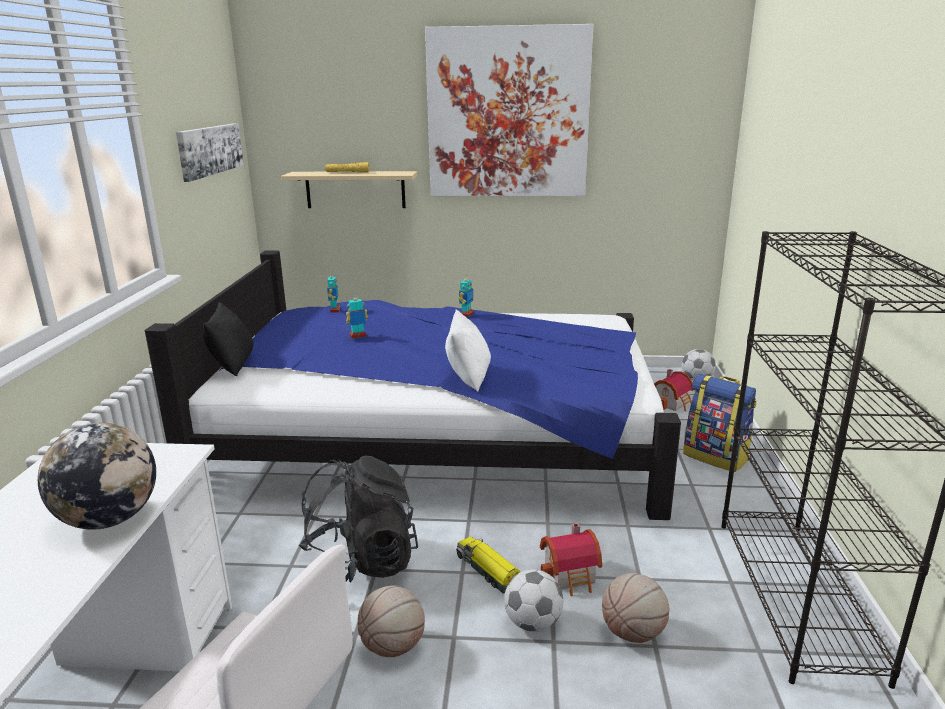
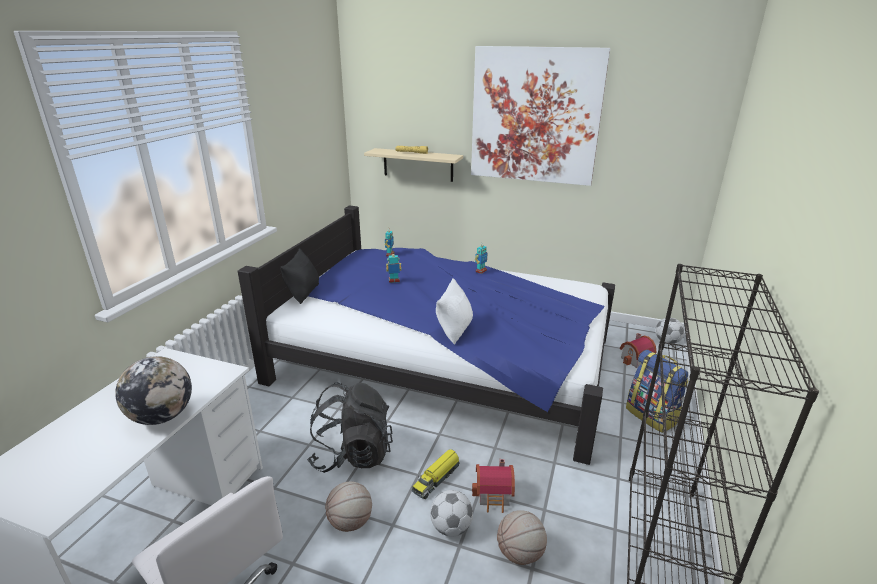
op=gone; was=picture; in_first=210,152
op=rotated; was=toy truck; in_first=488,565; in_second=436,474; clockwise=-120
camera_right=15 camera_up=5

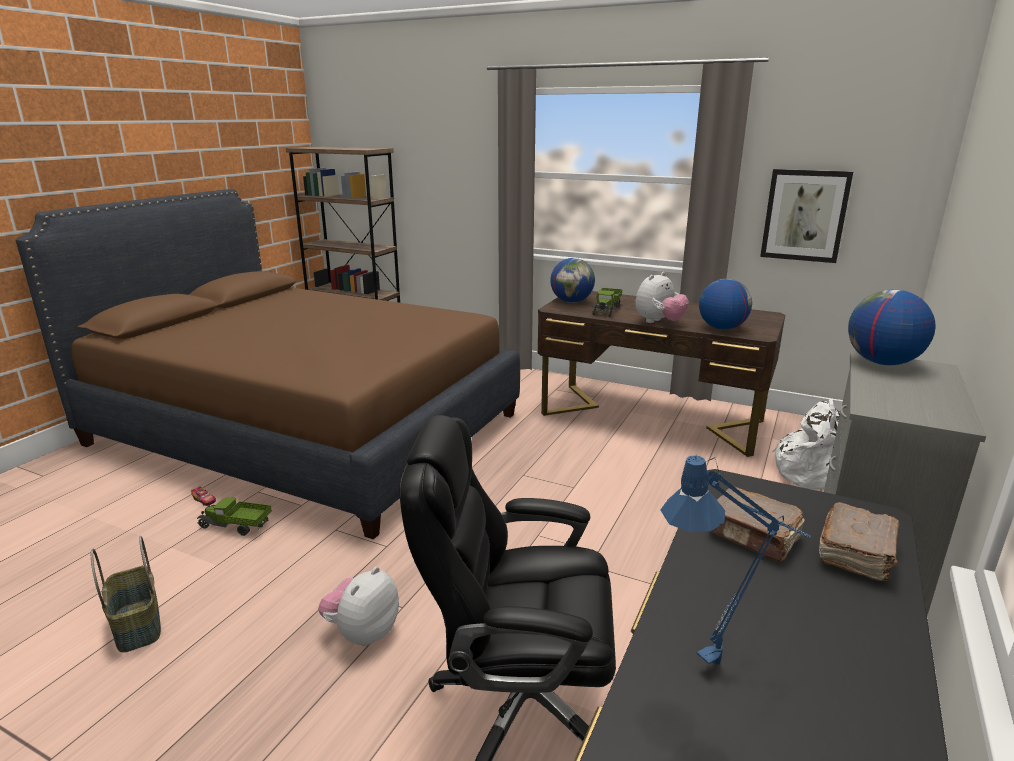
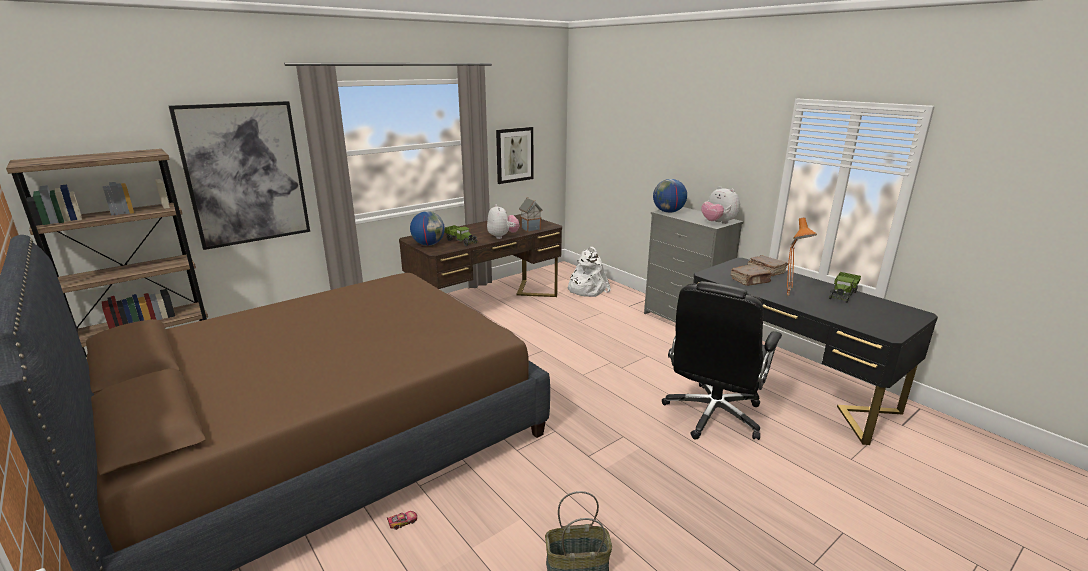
op=gone; was=blue table lamp; in_first=735,562
op=new; now=picture; in_second=239,175
op=new; now=orange table lamp; in_second=802,257
op=shifted; was=toy truck; in_first=234,516; in_second=845,287
op=shifted; was=plush toy; in_first=358,606; in_second=720,205
op=swapped; was=globe; now=toy house; in_first=725,304; in_second=531,214
camera_right=-65 camera_up=0

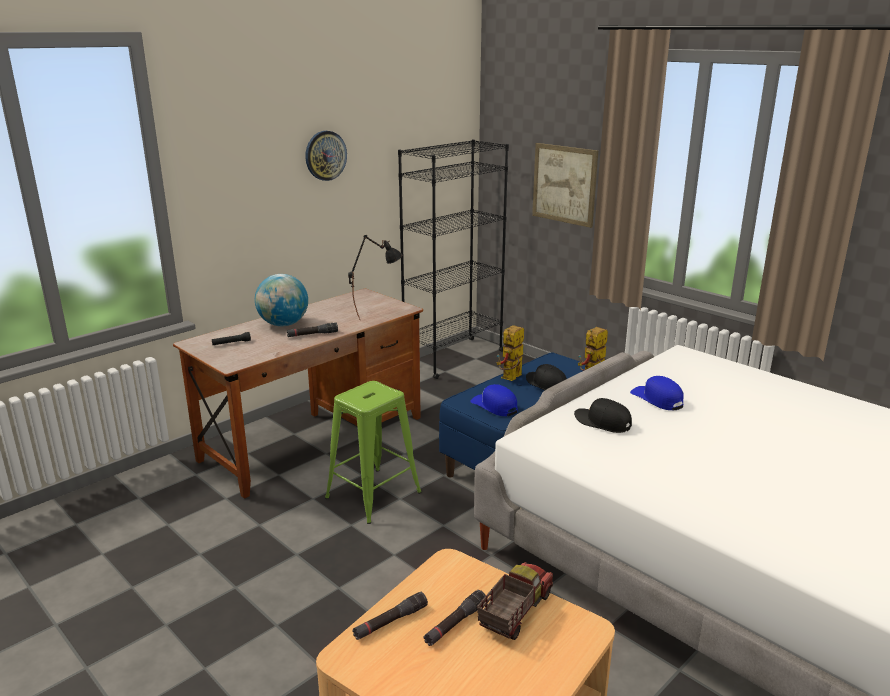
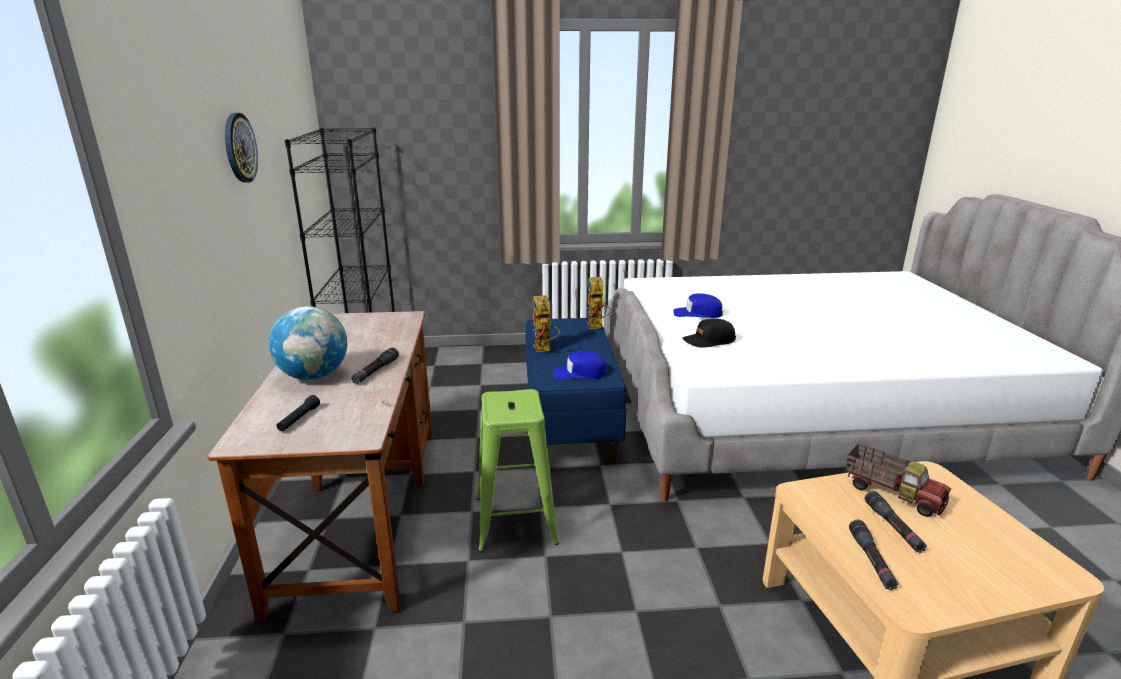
op=gone; was=black table lamp; in_first=375,277
op=gone; was=black cap; in_first=546,377
op=gone; was=picture; in_first=565,185
op=rotated; was=toy truck; in_first=515,601; in_second=899,480; clockwise=150
camera_right=-50 camera_up=0

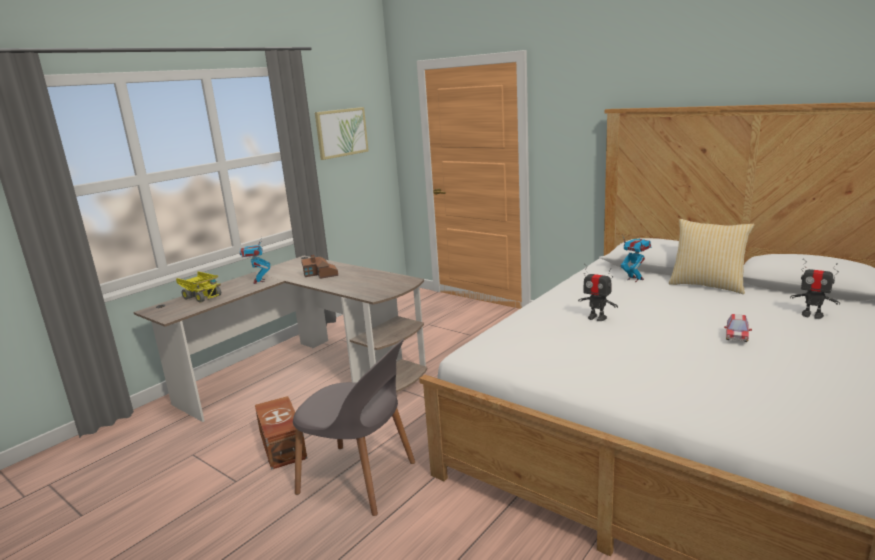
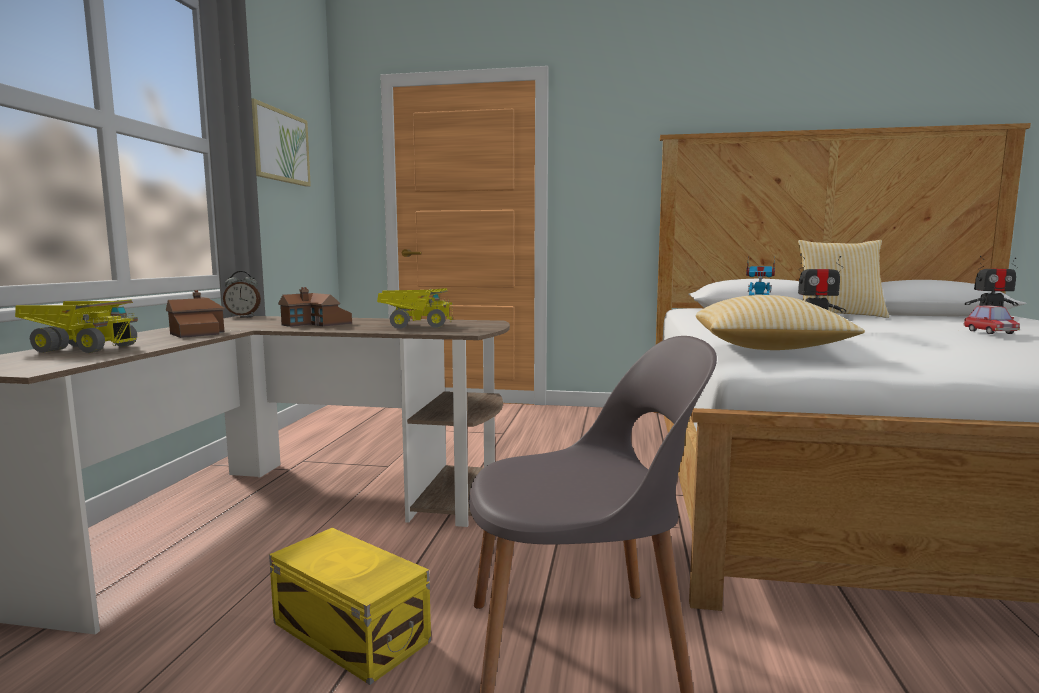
op=new; now=alarm clock; in_second=242,293
op=new; now=toy truck; in_second=415,308
op=new; now=pillow; in_second=780,322
op=swapped; was=toy robot; now=toy house; in_first=255,260; in_second=195,314
op=repainted; was=brown storage box; now=yellow storage box; in_first=281,433; in_second=350,606
camera_right=-30 camera_up=-10

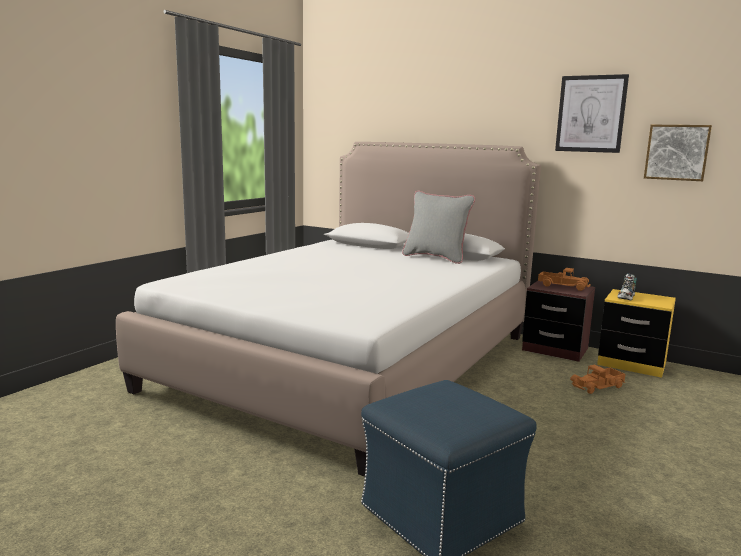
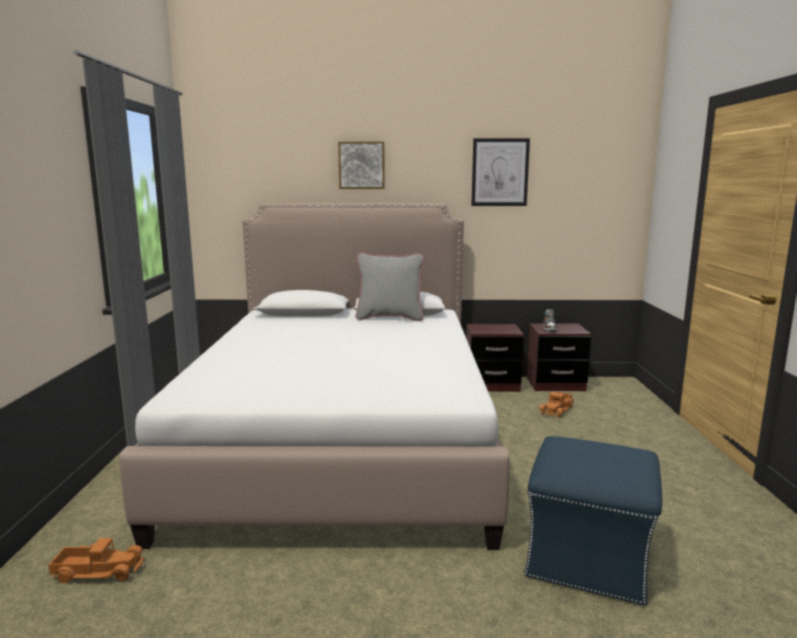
op=shifted; was=toy truck; in_first=564,279; in_second=96,560
op=shifted; was=picture; in_first=678,153; in_second=361,165
op=repainted; was=yellow nightstand; now=brown nightstand; in_first=636,333; in_second=559,357
camera_right=-30 camera_up=0

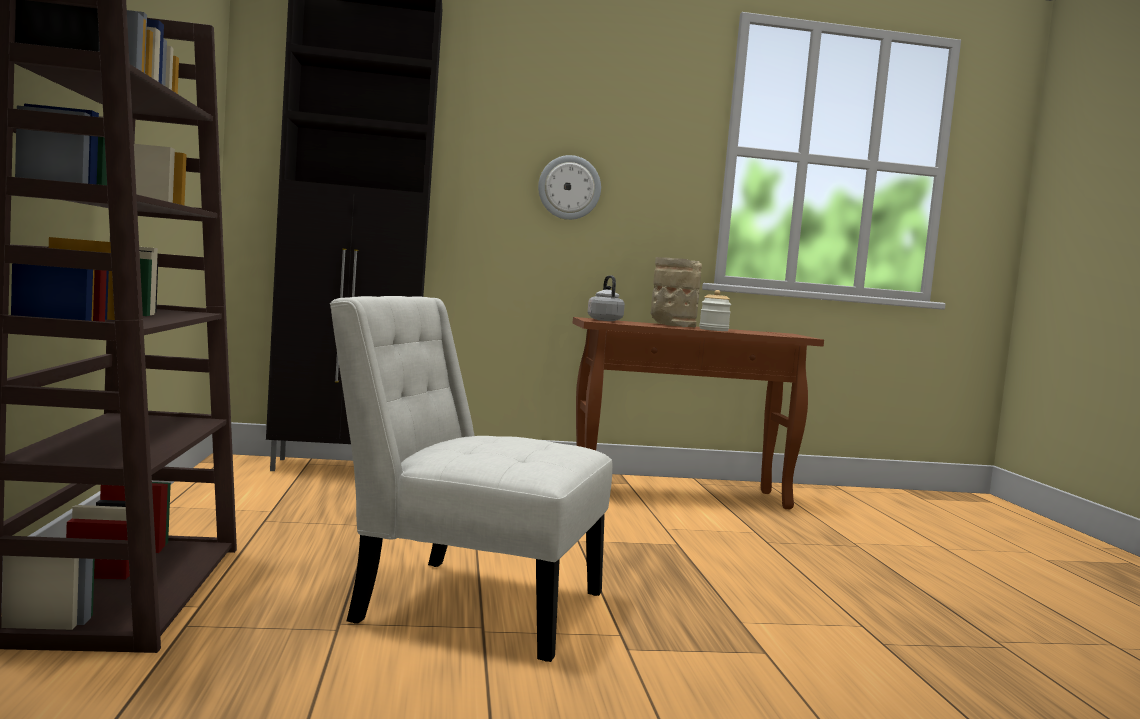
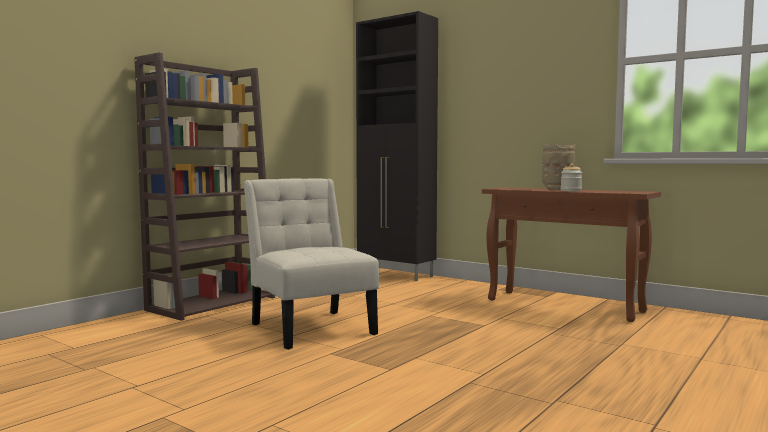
op=gone; was=wall clock; in_first=569,187
op=gone; was=grey kettle; in_first=606,298
camera_right=45 camera_up=0

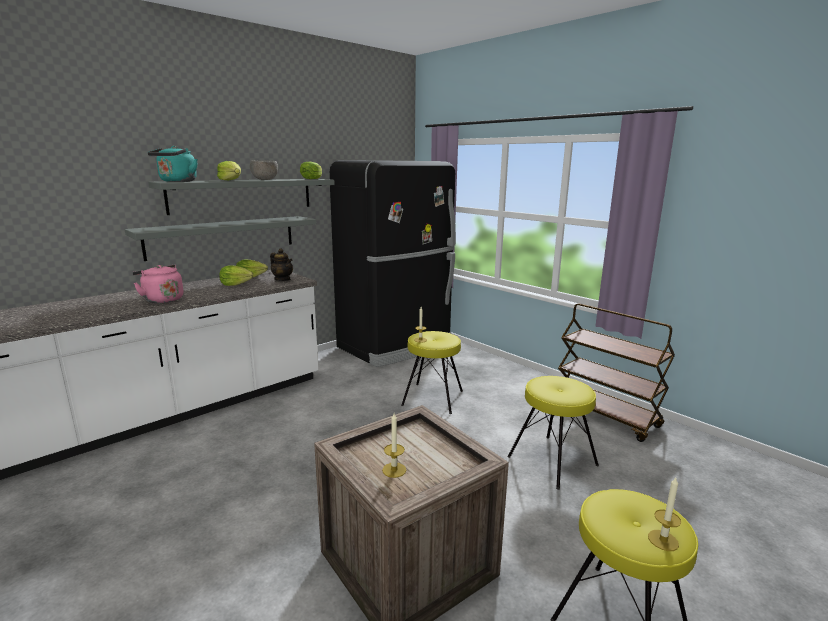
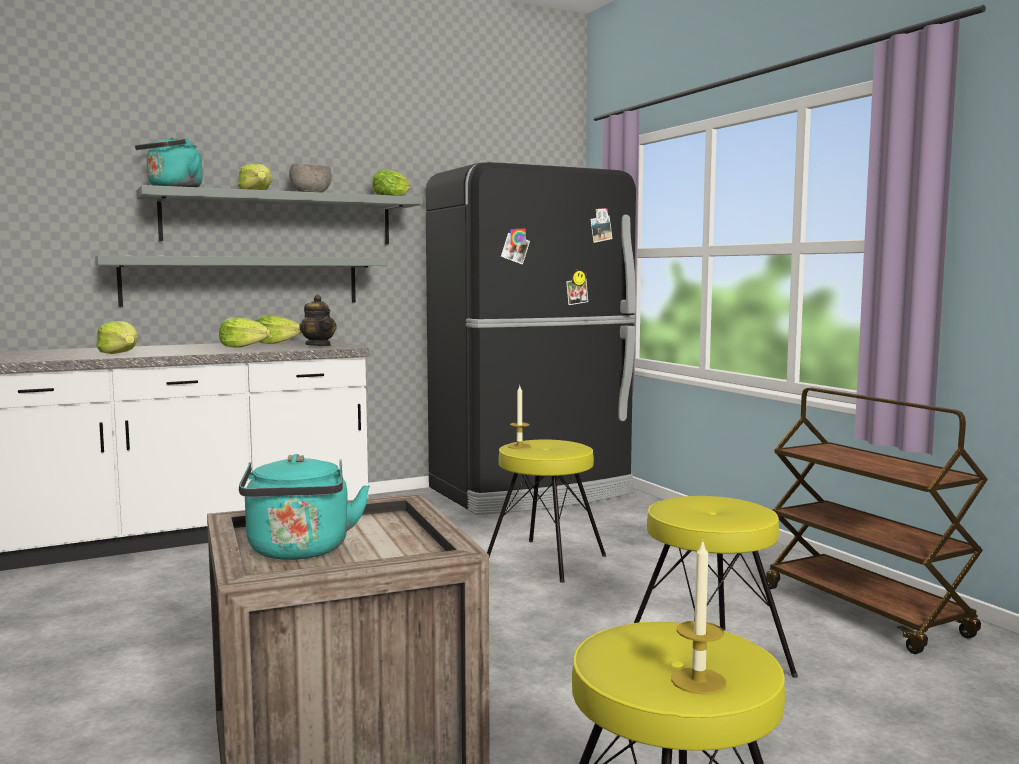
op=swapped; was=pink kettle; now=lettuce; in_first=157,283; in_second=117,337
op=swapped; was=candle; now=turquoise kettle; in_first=394,445; in_second=304,507
camera_right=15 camera_up=-10

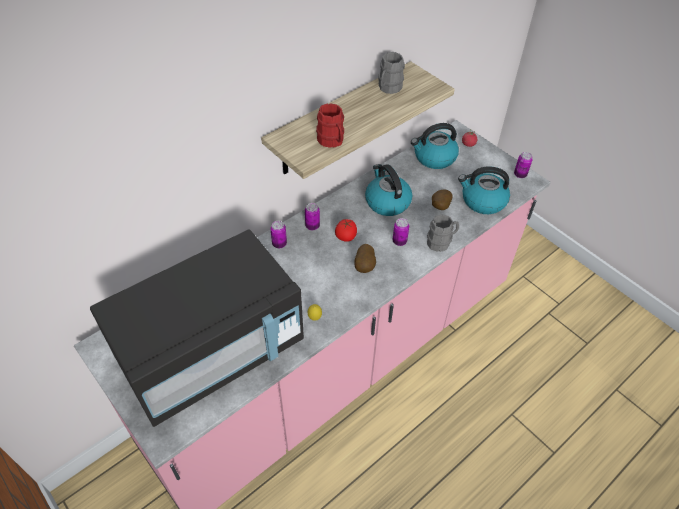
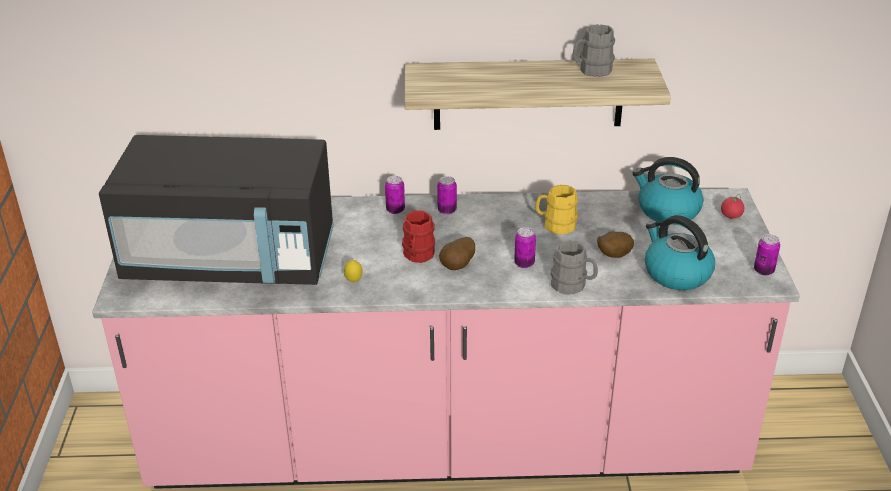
op=gone; was=tomato; in_first=346,230
op=shifted; was=red mug; in_first=330,125; in_second=418,236
op=swapped; was=kettle; now=yellow mug; in_first=388,190; in_second=556,210
camera_right=40 camera_up=-15

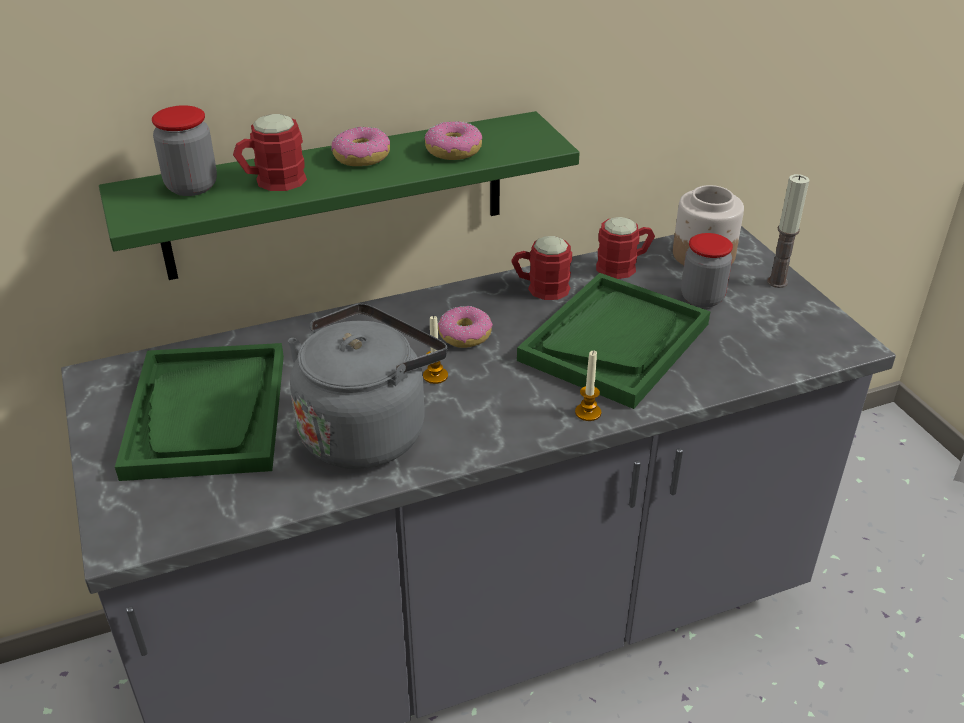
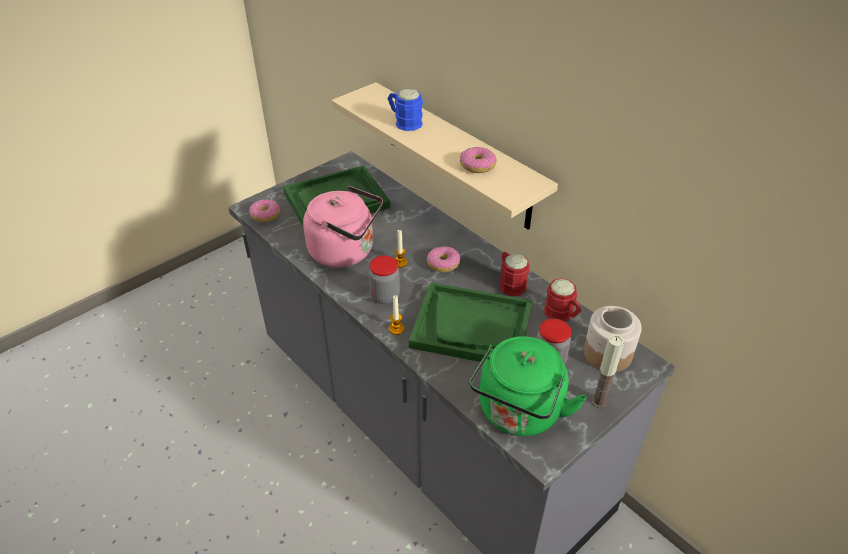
op=new; now=green kettle; in_second=528,386
op=shifted; was=jar; in_first=184,150; in_second=384,280
op=shifted; was=donut; in_first=360,146; in_second=264,210
op=repainted; was=green shelf; now=beige shelf; in_first=339,195; in_second=444,156
op=repainted; was=red mug; now=blue mug; in_first=270,152; in_second=405,110
op=repainted; was=grey kettle; now=pink kettle; in_first=367,386; in_second=343,227
camera_right=70 camera_up=5

